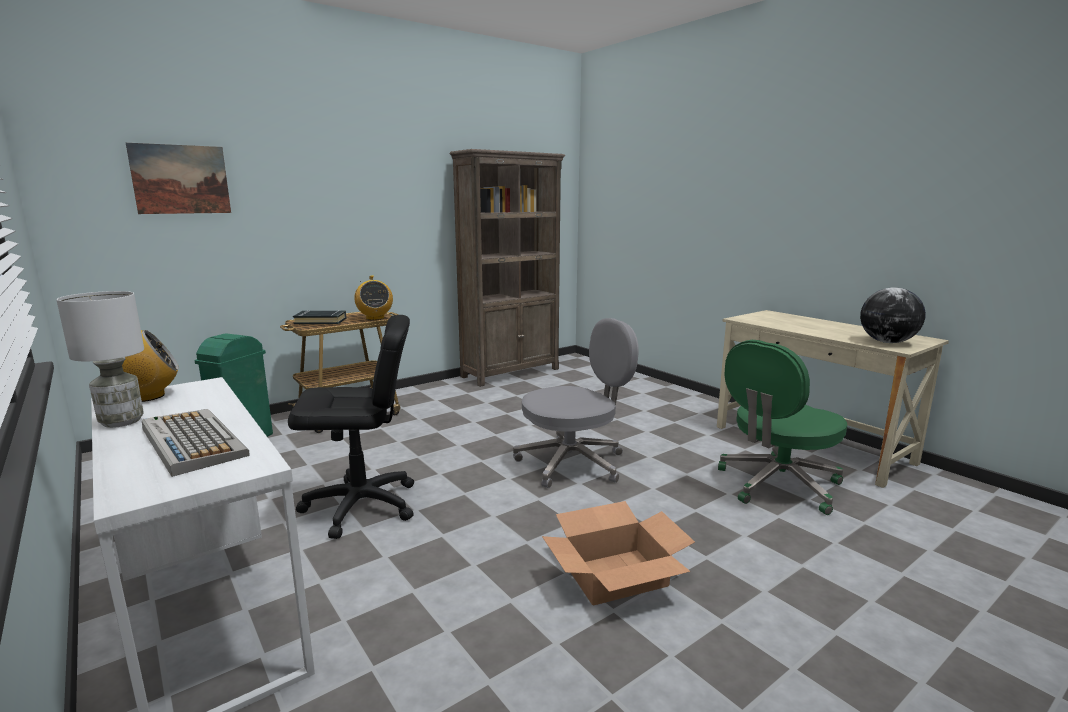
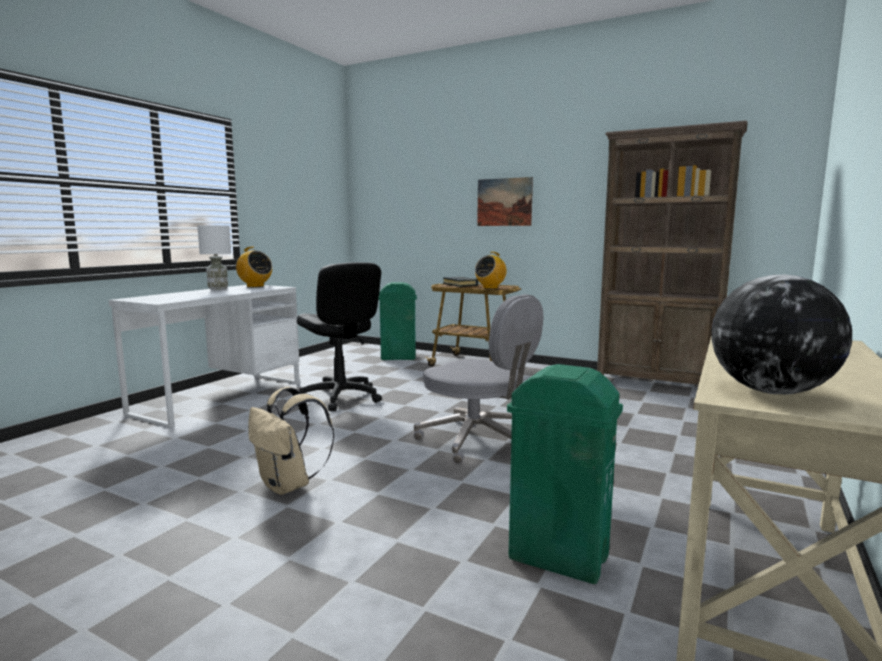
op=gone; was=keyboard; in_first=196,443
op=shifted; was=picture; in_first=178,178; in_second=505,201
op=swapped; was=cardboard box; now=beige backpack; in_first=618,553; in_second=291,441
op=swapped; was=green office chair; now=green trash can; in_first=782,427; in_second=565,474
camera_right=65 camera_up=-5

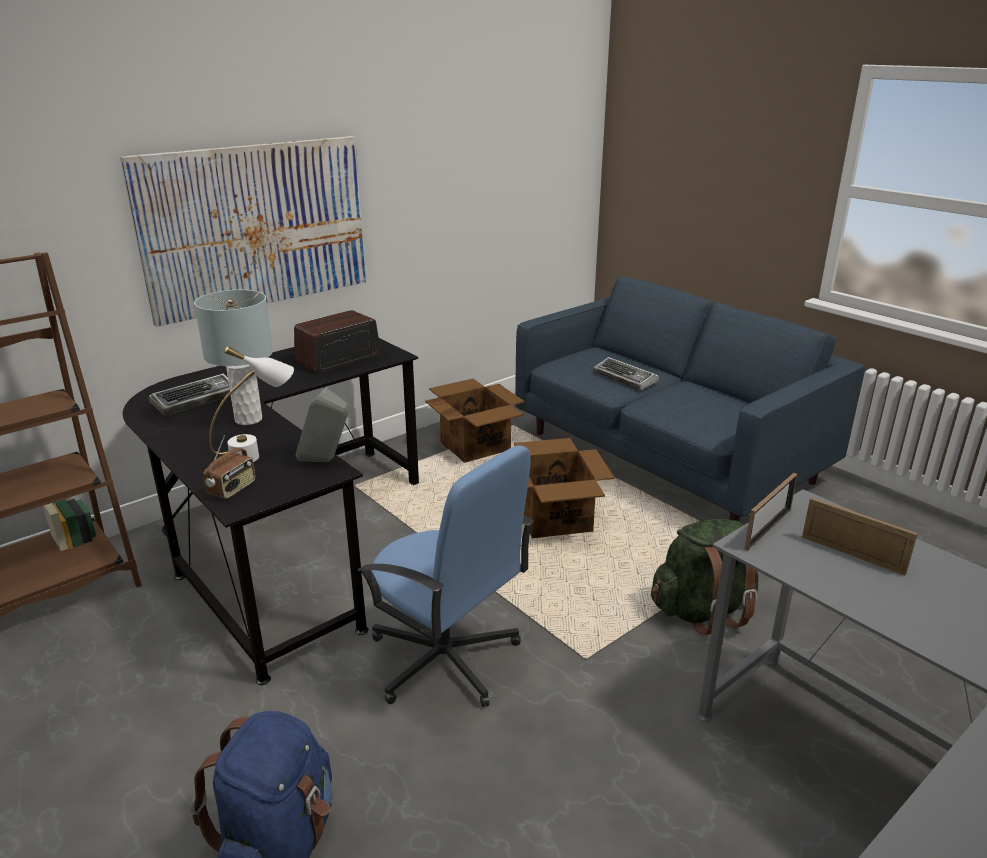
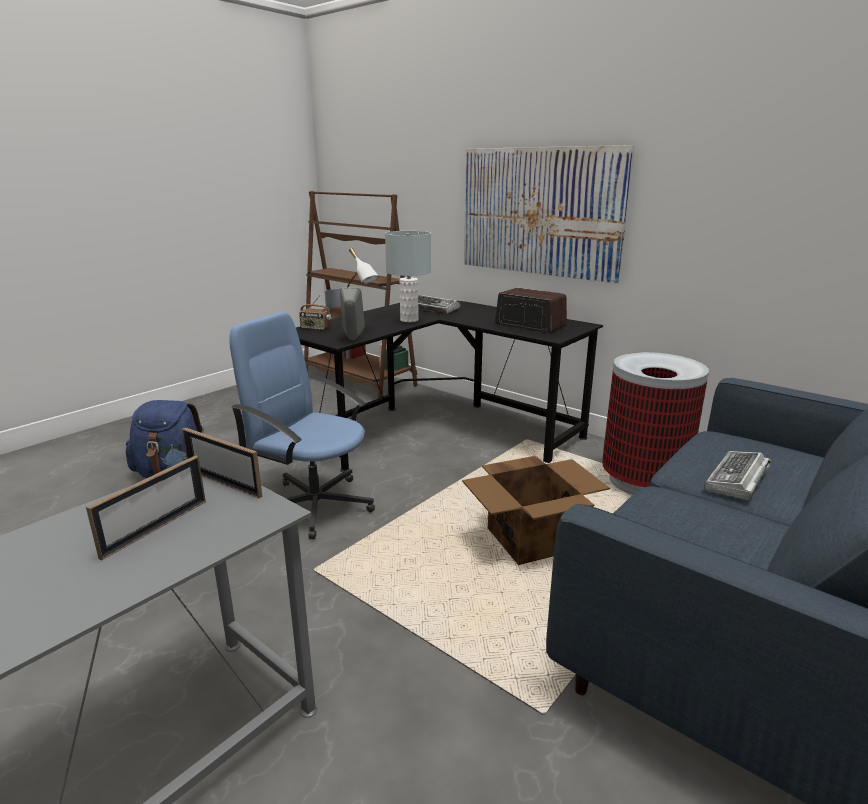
op=gone; was=green backpack; in_first=704,577
op=swapped; was=cardboard box; now=trash can; in_first=475,421; in_second=655,423
op=rotated; was=blue office chair; in_first=446,576; in_second=302,426; clockwise=90
camera_right=80 camera_up=-5

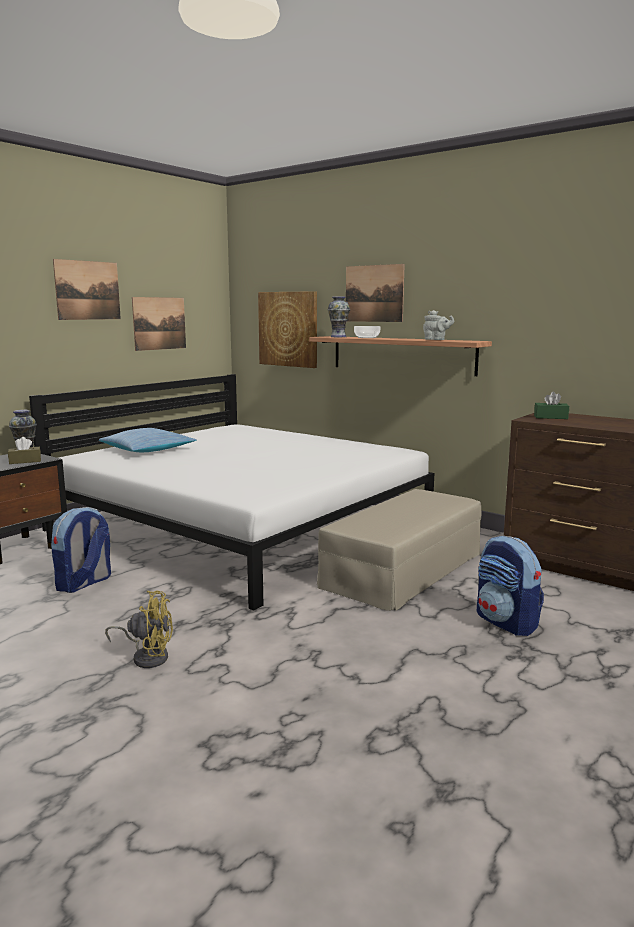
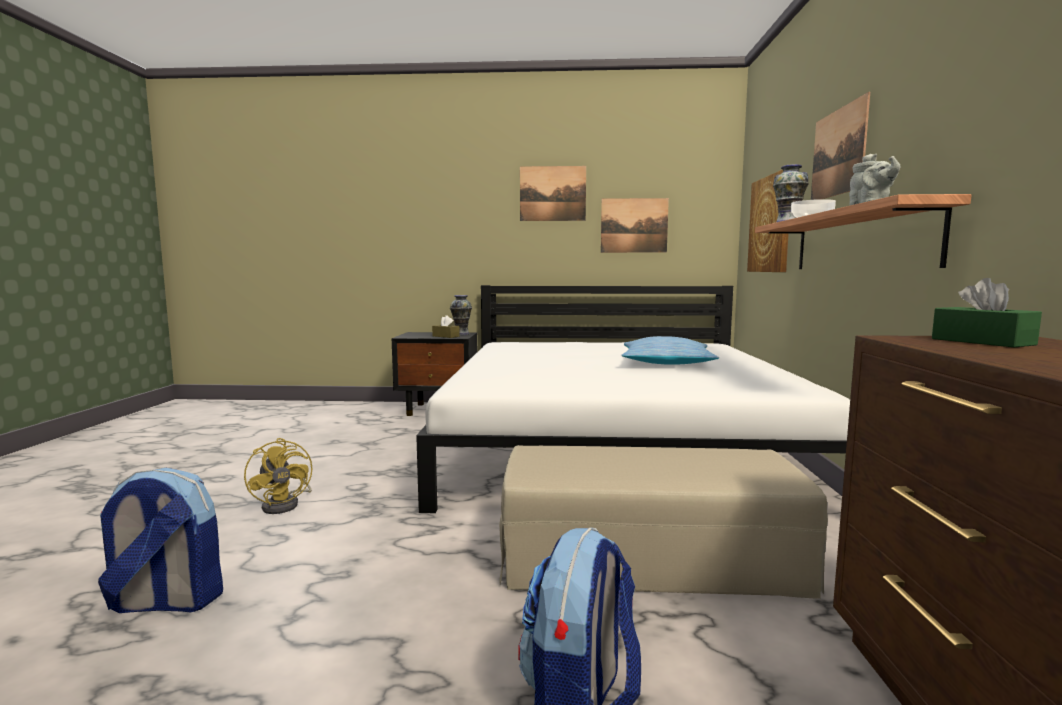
op=shifted; was=backpack; in_first=81,550; in_second=160,540
op=shifted; was=pillow; in_first=148,440; in_second=670,350
camera_right=55 camera_up=-5

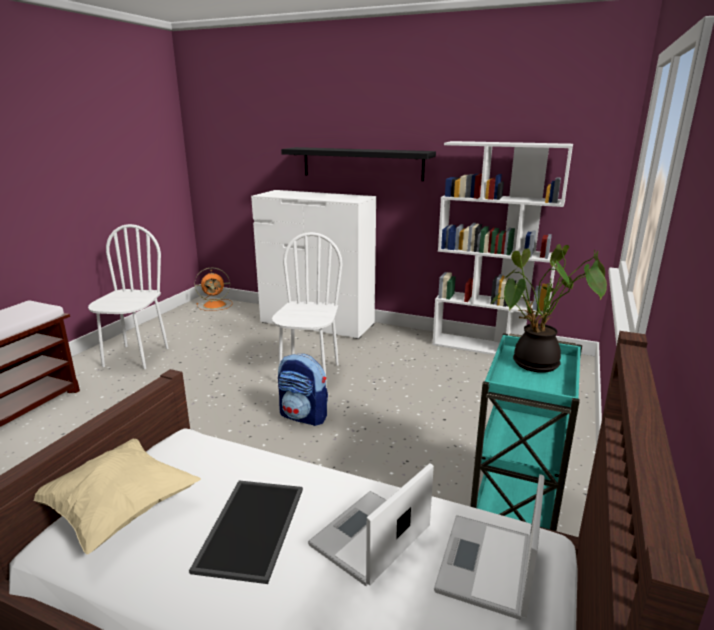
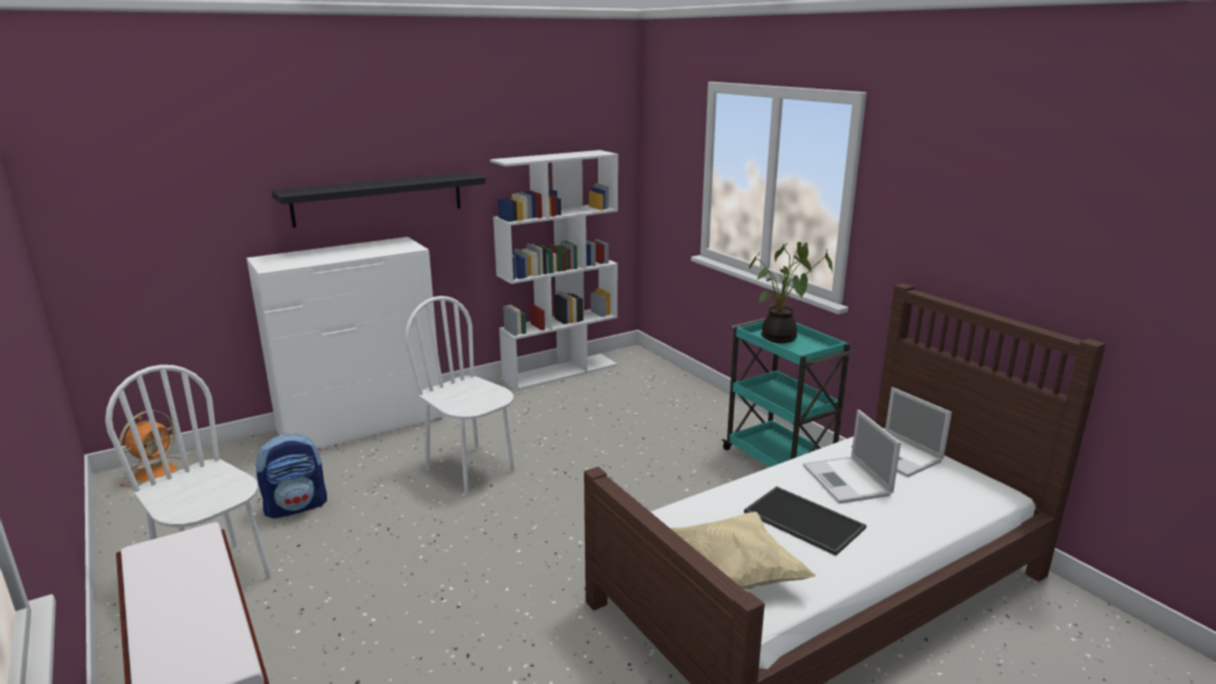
op=shifted; was=backpack; in_first=303,390; in_second=291,475
camera_right=-55 camera_up=0

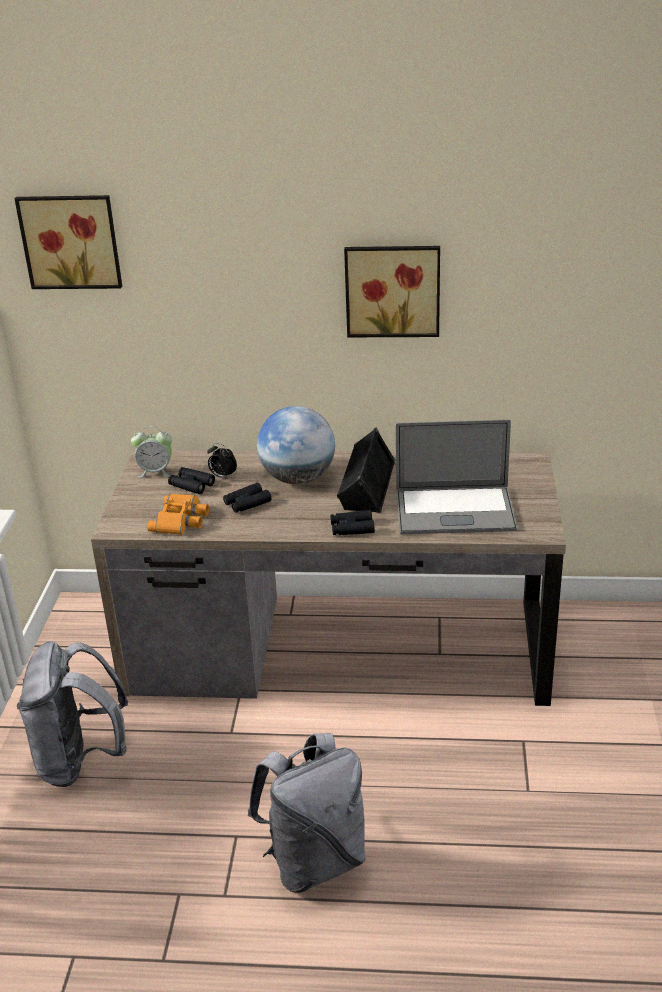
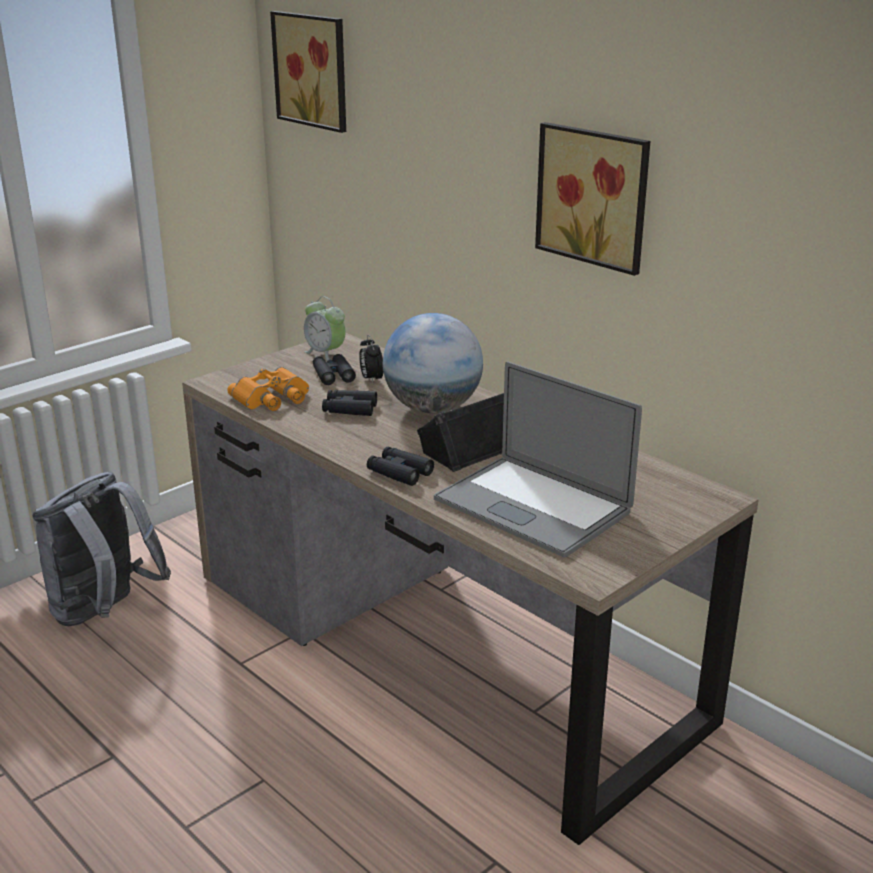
op=gone; was=grey backpack; in_first=306,813
camera_right=40 camera_up=-5

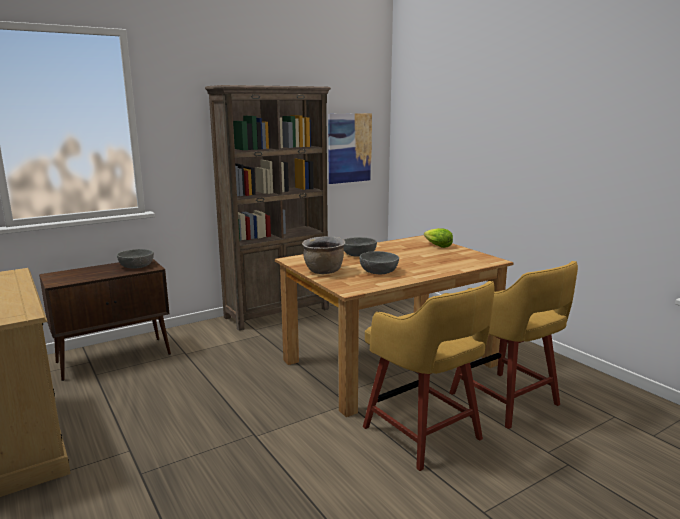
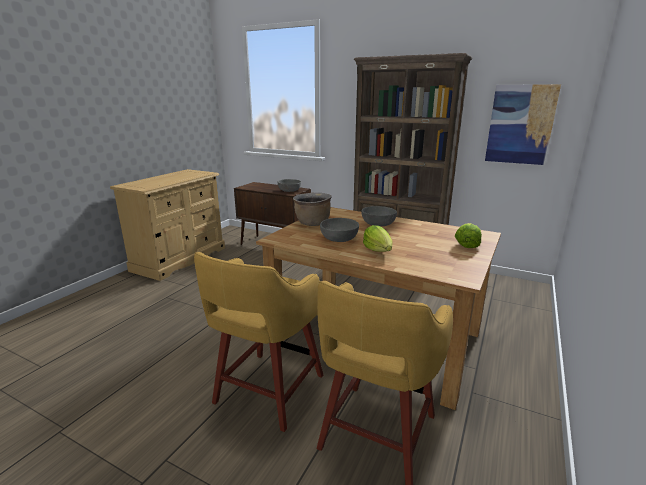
op=new; now=lettuce; in_second=378,238
camera_right=60 camera_up=5

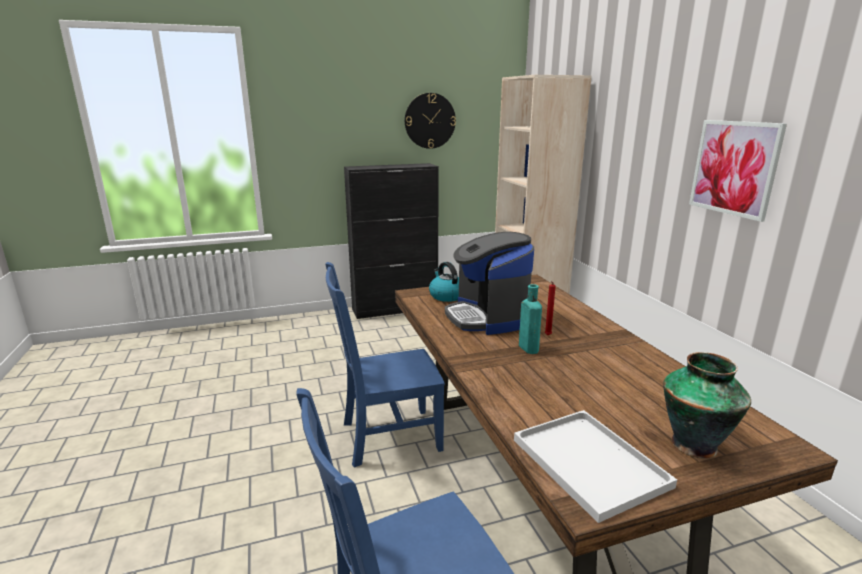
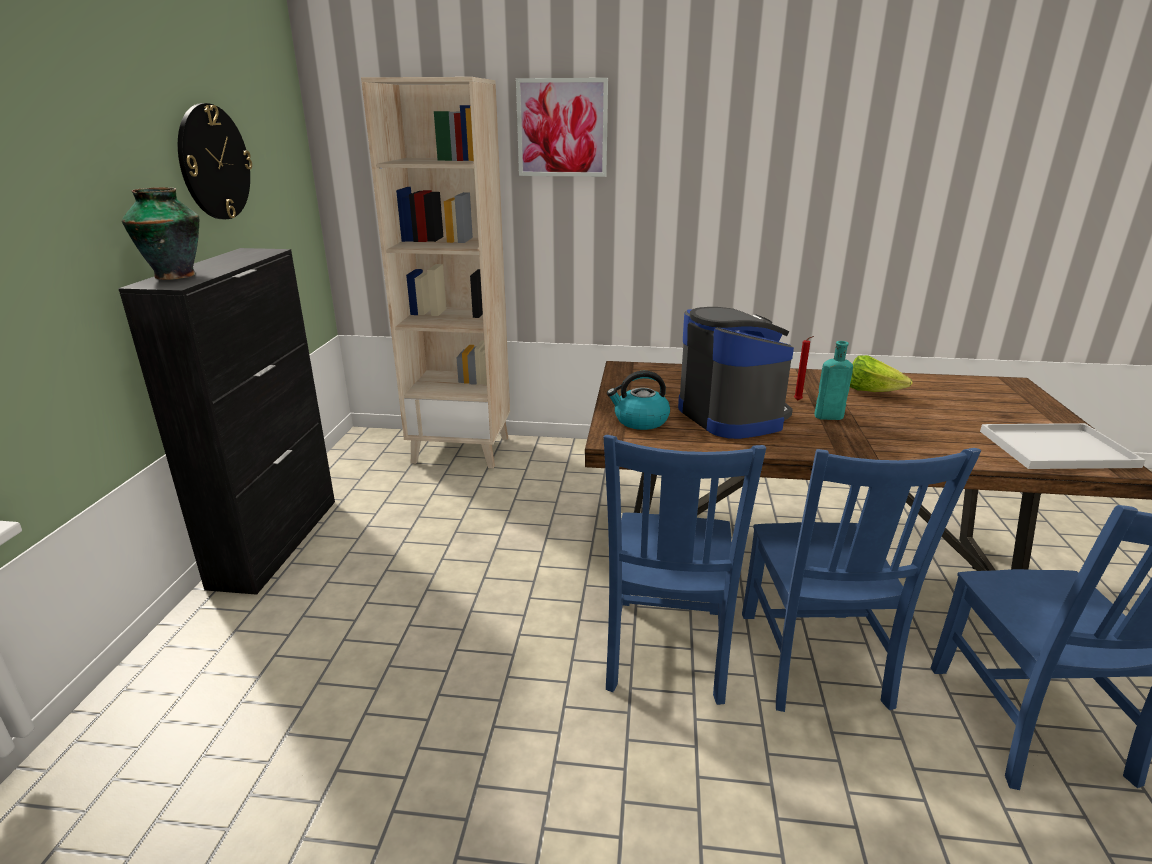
op=new; now=blue chair; in_second=861,580
op=new; now=lettuce; in_second=881,373
op=shifted; was=vase; in_first=707,405; in_second=160,233
op=shifted; was=picture; in_first=738,171; in_second=562,127
op=rotated; was=coffee machine; in_first=489,283; in_second=736,373; clockwise=-120
camera_right=-65 camera_up=5

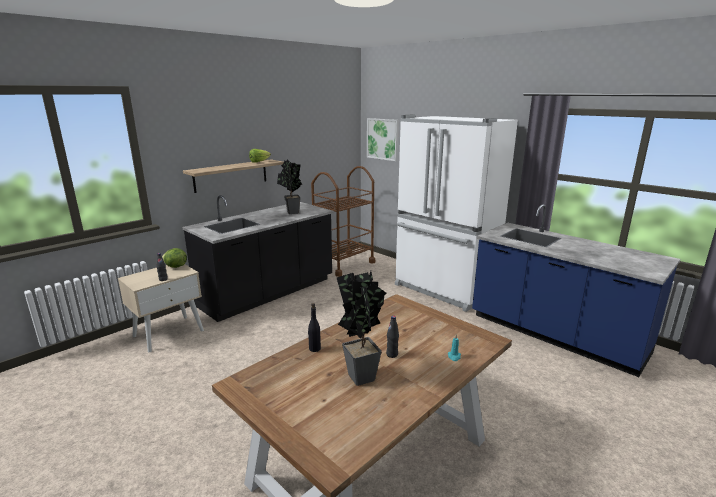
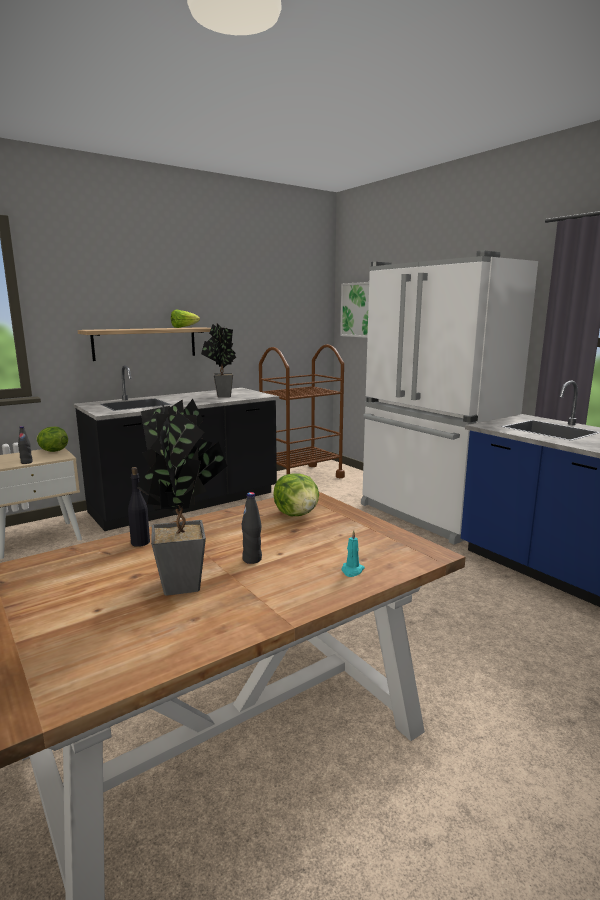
op=new; now=lettuce; in_second=296,495
camera_right=10 camera_up=-5

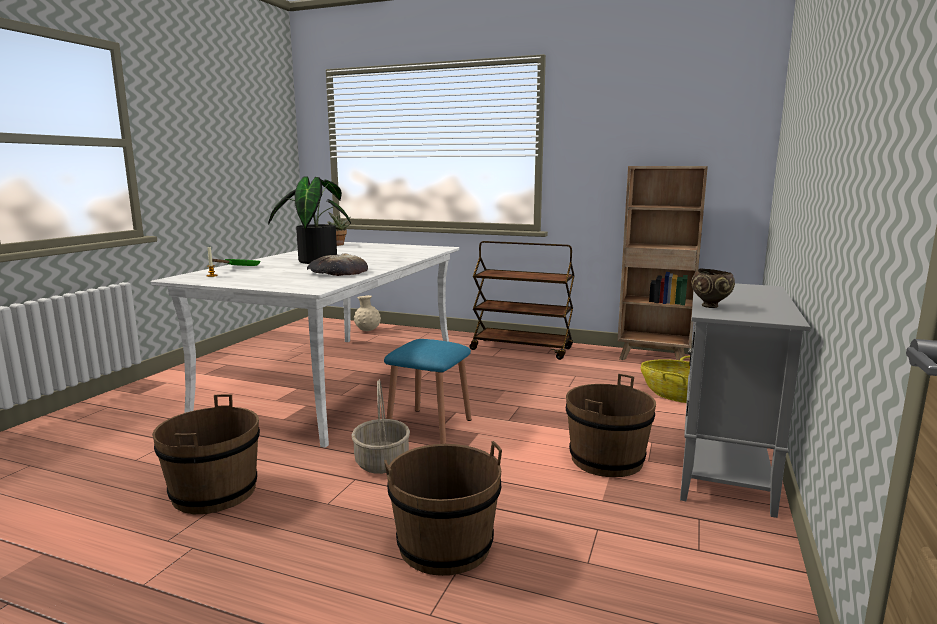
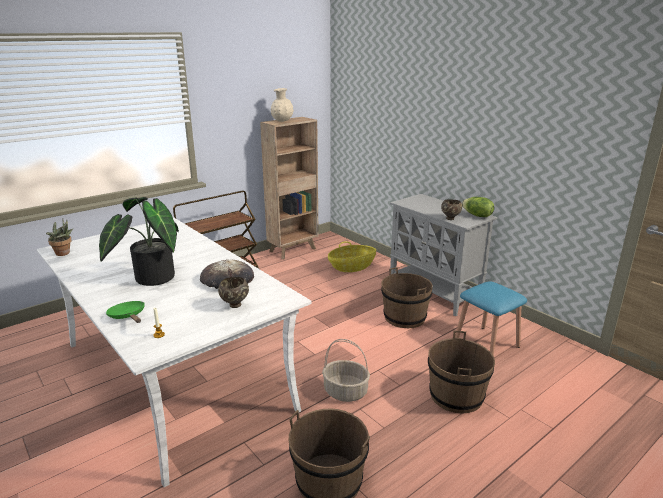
op=new; now=brown bowl; in_second=233,292
op=new; now=lettuce; in_second=478,207
op=shifted; was=beige vase; in_first=367,313; in_second=282,105
op=shifted; was=blue stool; in_first=428,391; in_second=491,318
camera_right=-60 camera_up=10

